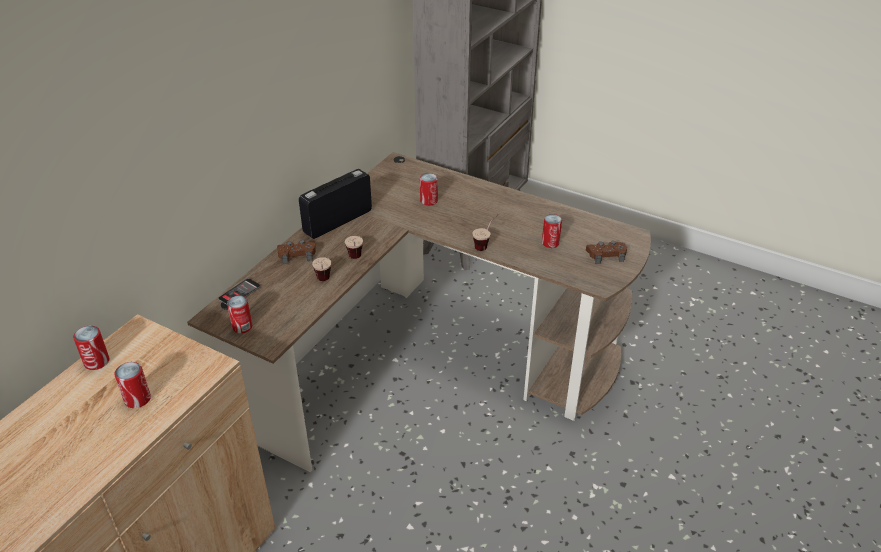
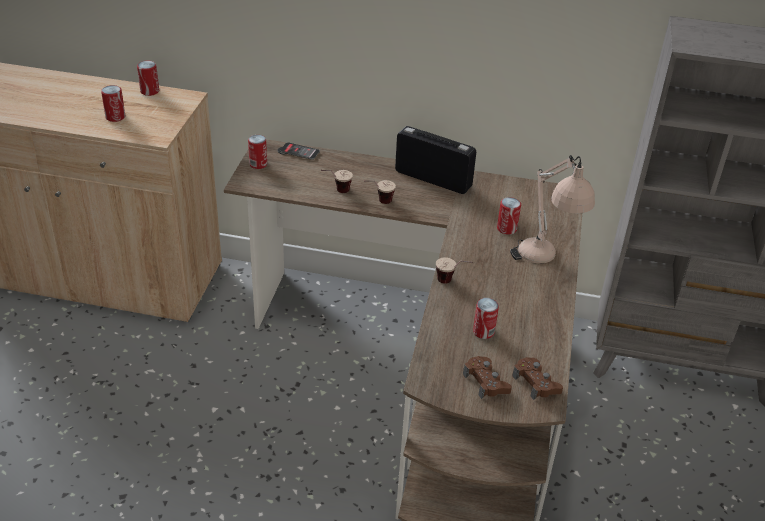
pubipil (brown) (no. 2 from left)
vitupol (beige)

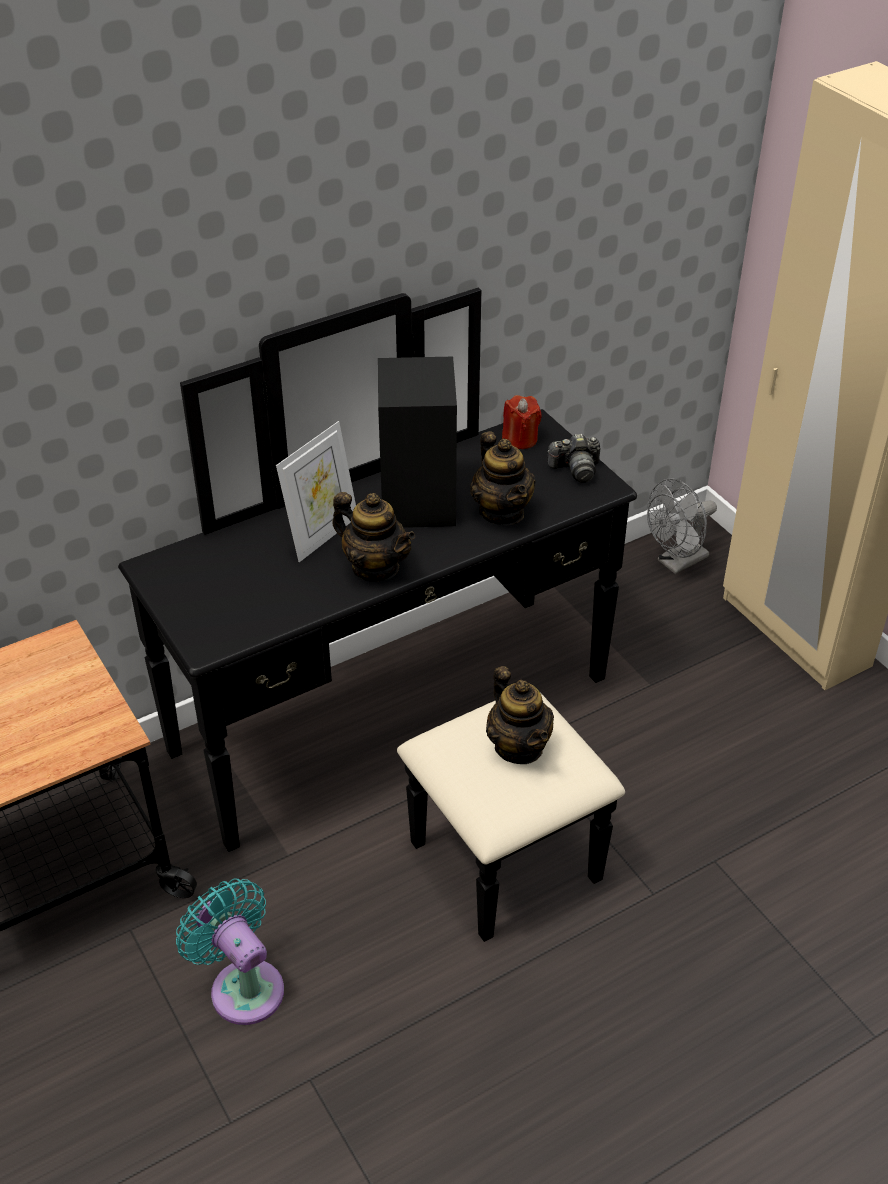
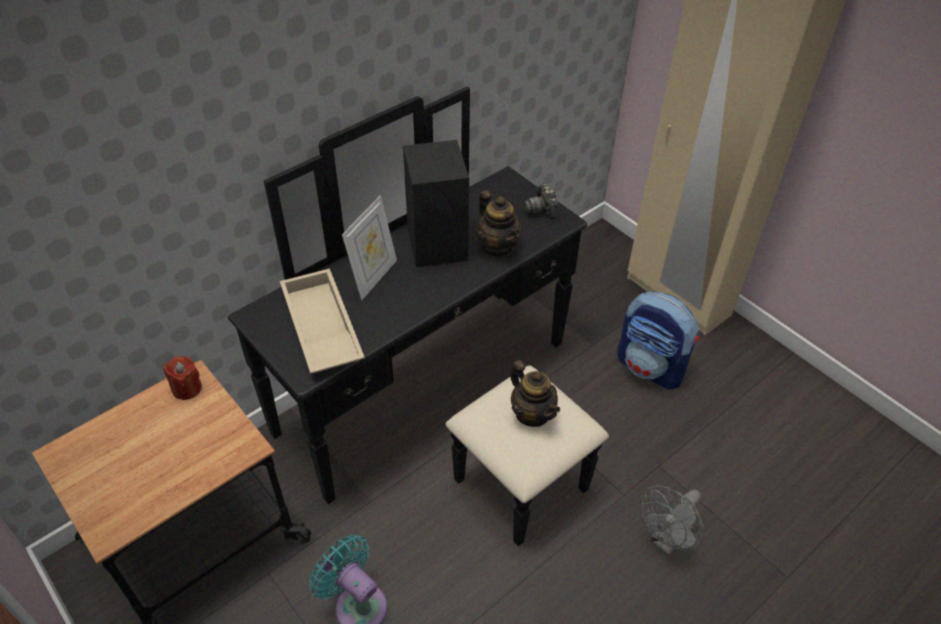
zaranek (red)
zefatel
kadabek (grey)
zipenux (no. 1 from left in the first image)
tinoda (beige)
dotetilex

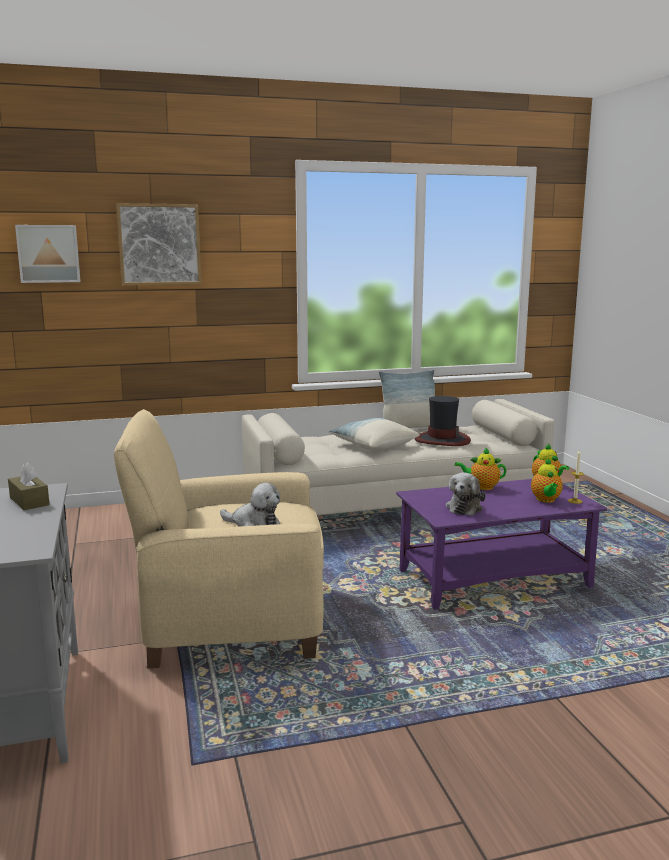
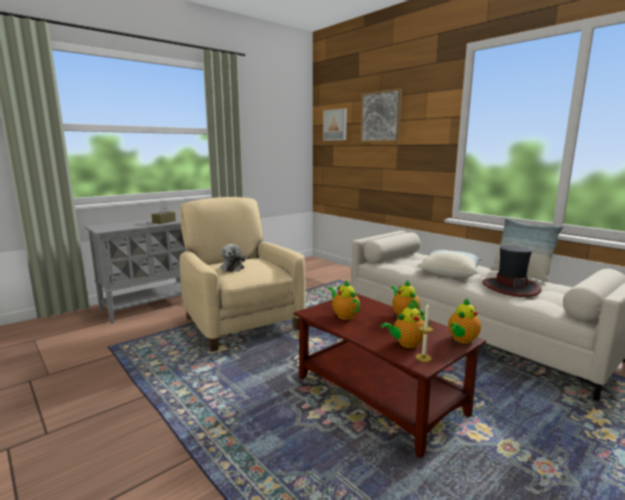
zipenux (no. 1 from left)
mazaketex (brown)

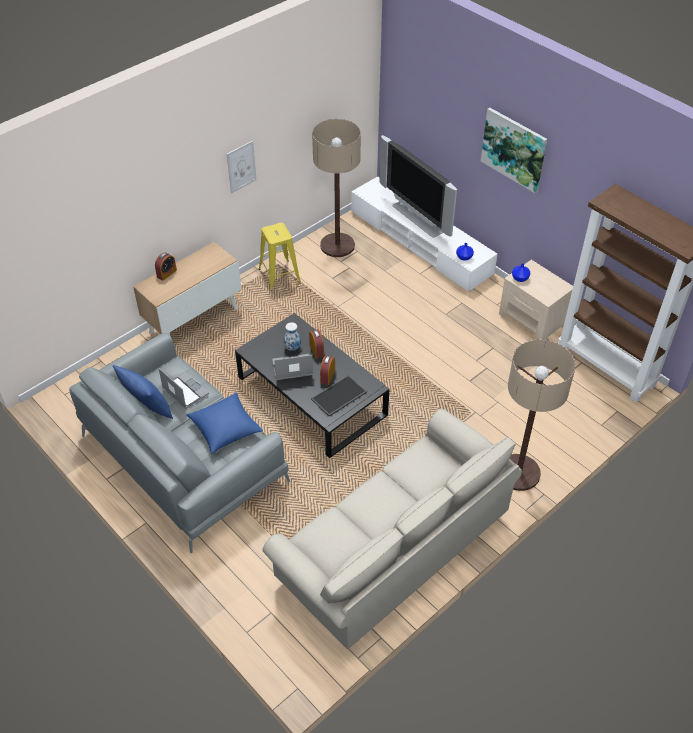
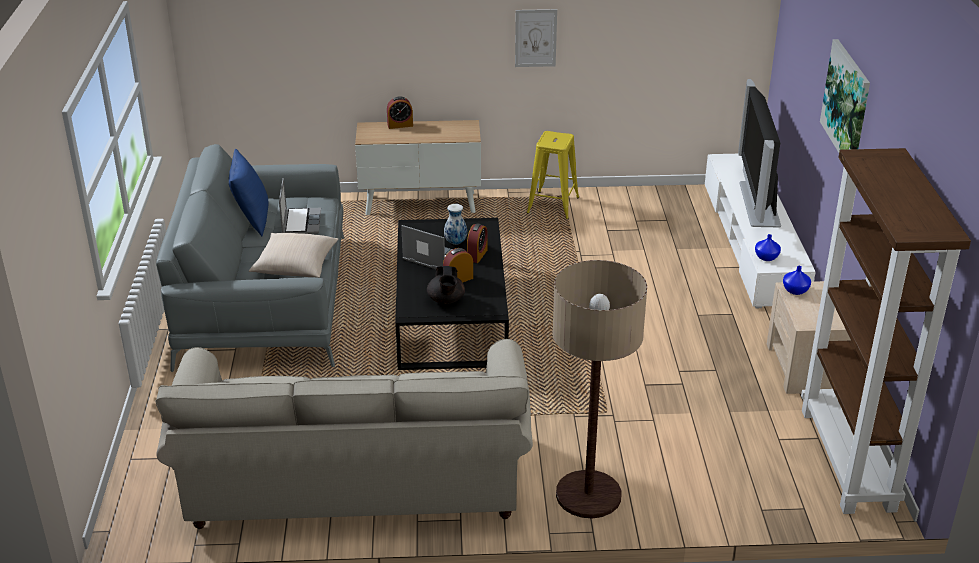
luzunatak (no. 1 from left in the first image)
zipenux (black)
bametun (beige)

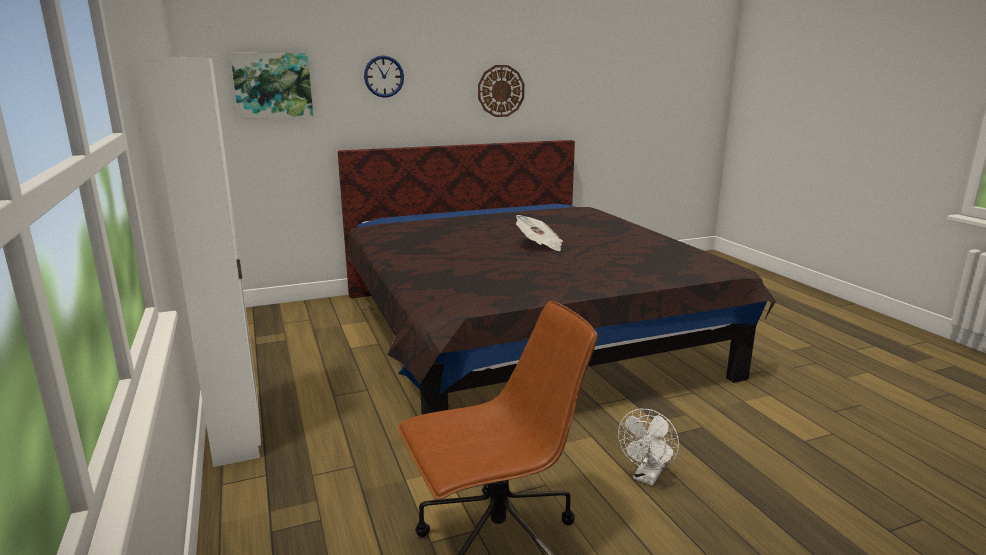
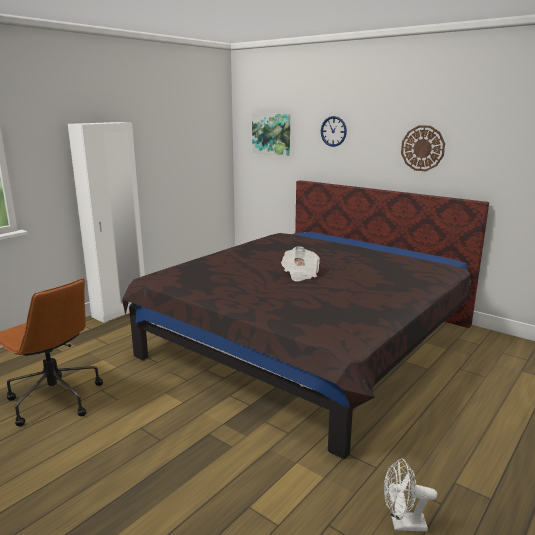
kadabek (white)

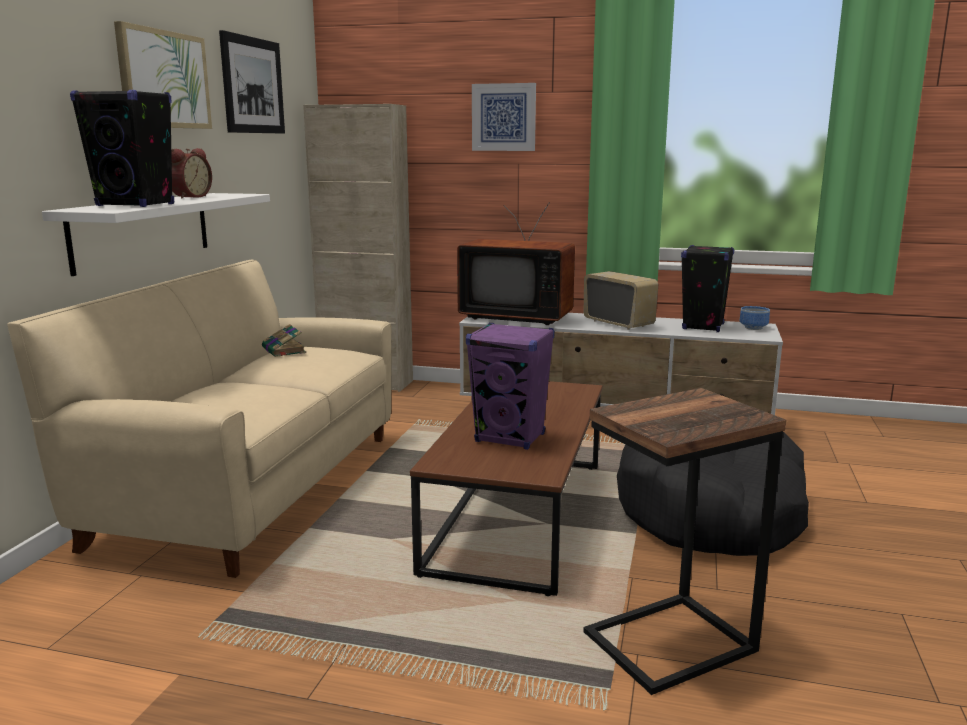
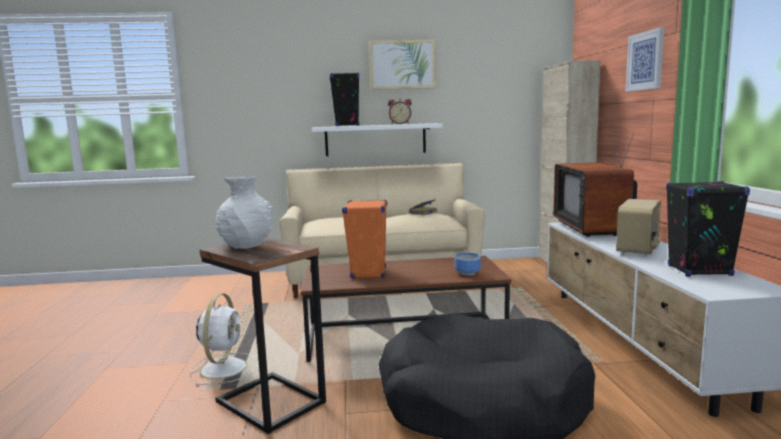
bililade (no. 2 from left in the first image)
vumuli
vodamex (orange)
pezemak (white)
kadabek (white)

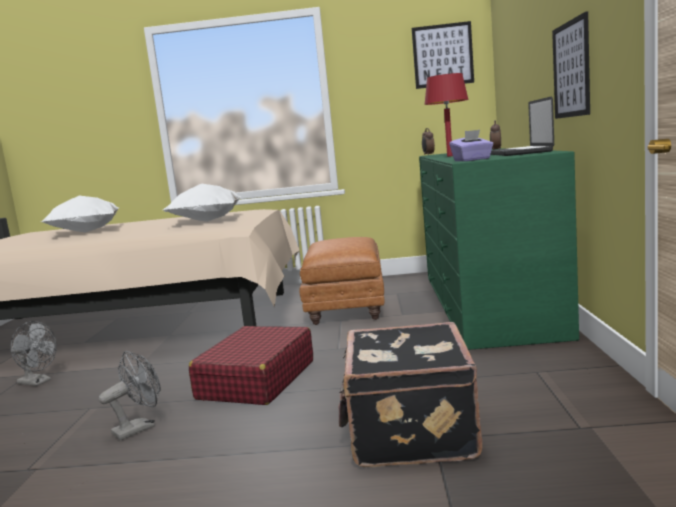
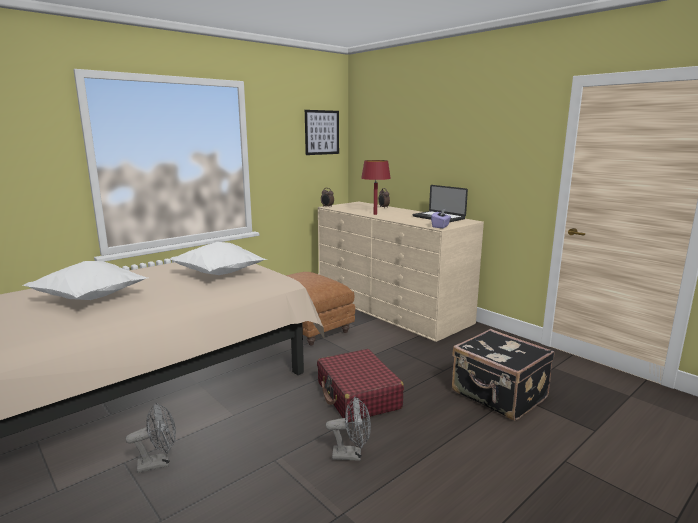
bililade (no. 2 from left in the first image)
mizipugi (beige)
kadabek (grey) (no. 2 from left)

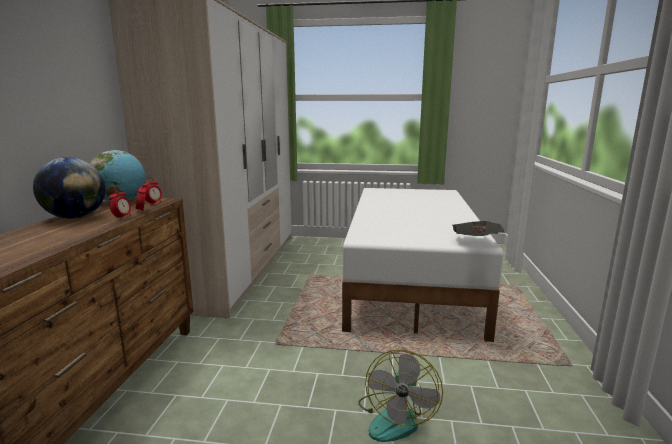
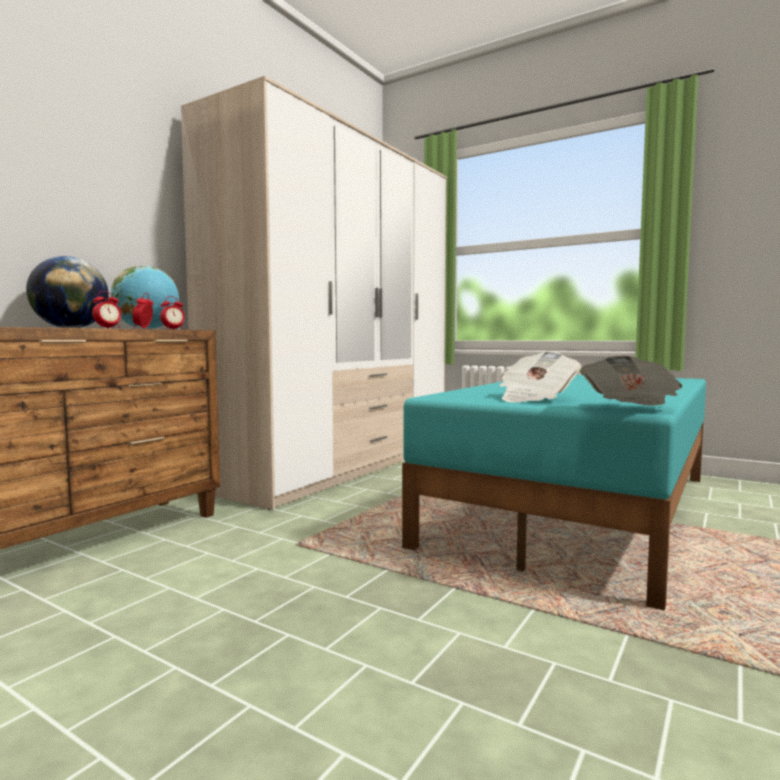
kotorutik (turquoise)
kadabek
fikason (no. 1 from left)

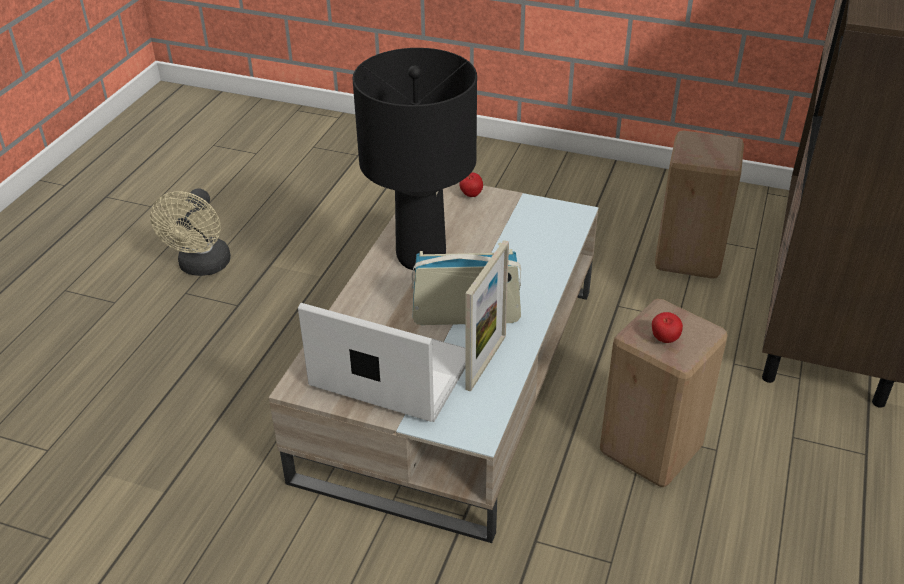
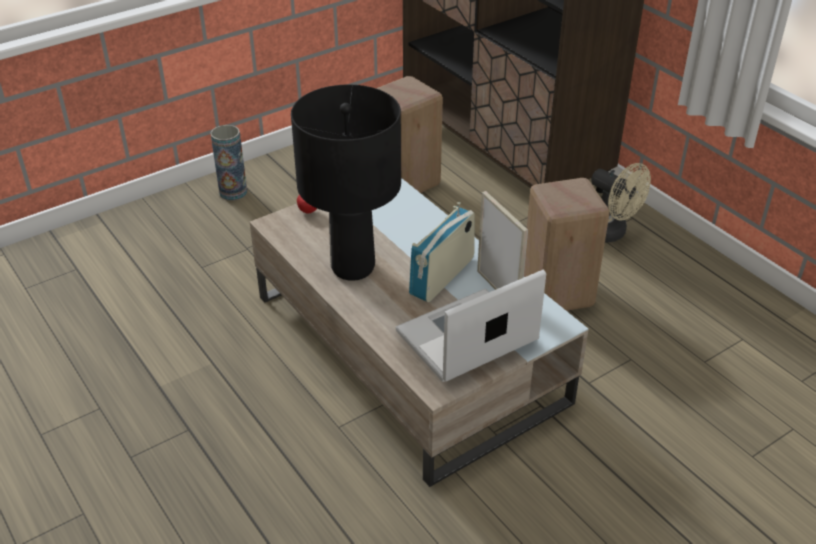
kadabek (beige)
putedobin (no. 2 from left in the first image)
pezemak

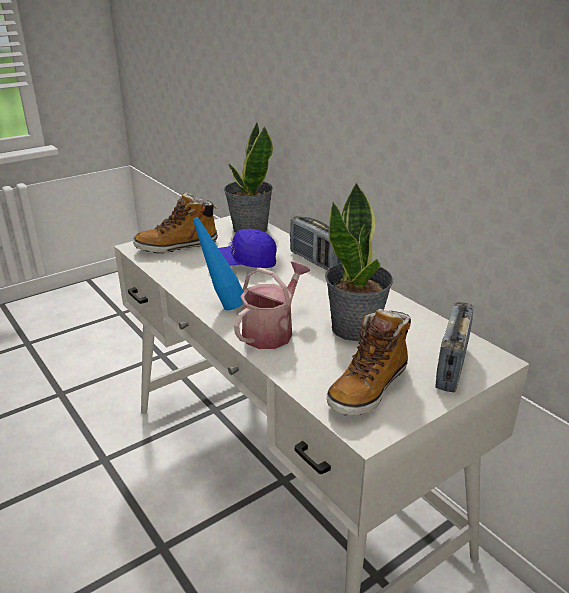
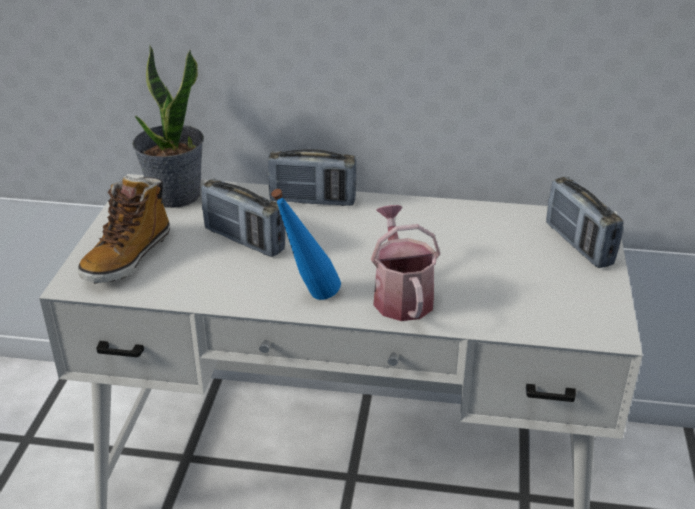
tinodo (no. 2 from left in the first image)
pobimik (no. 1 from left)
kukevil (no. 2 from left in the first image)

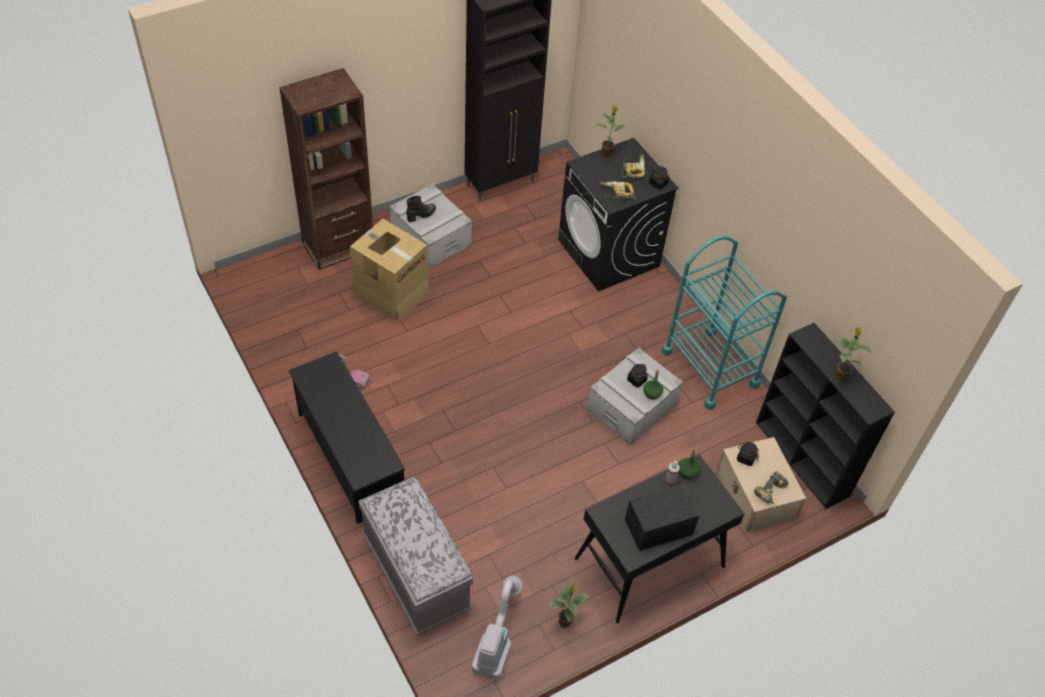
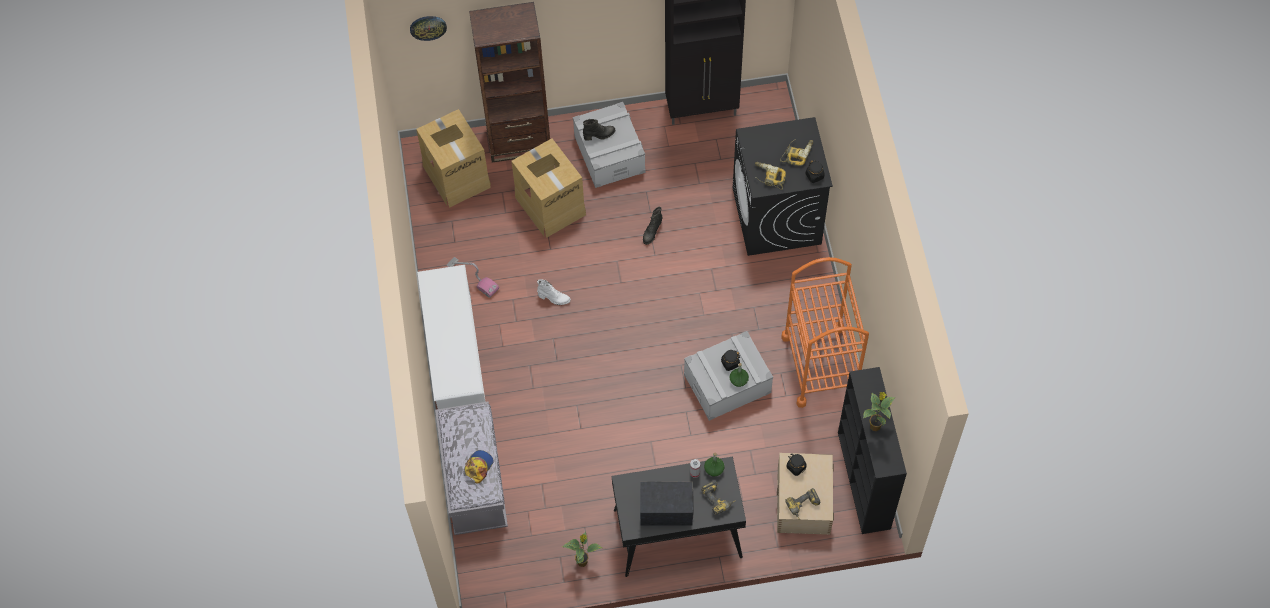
tinodo (no. 2 from left in the first image)
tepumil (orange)
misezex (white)
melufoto (no. 2 from left in the first image)
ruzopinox
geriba (no. 1 from left)
kukevil (black) (no. 2 from left)
kukevil (white)
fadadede
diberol (no. 1 from left)

